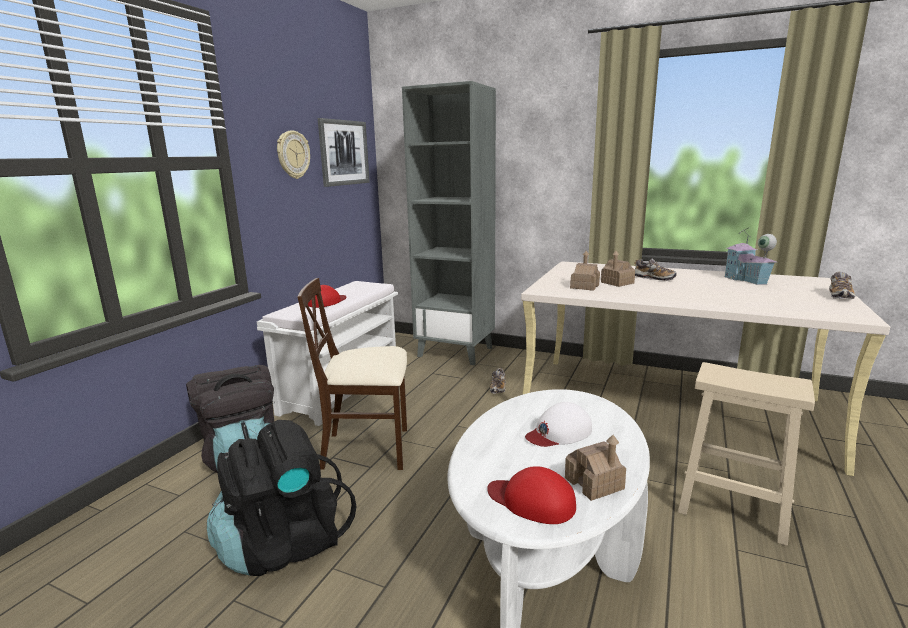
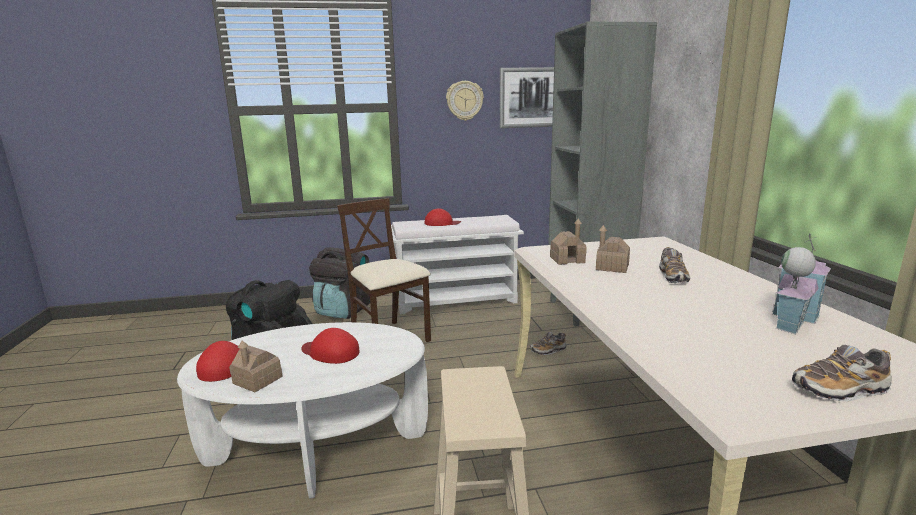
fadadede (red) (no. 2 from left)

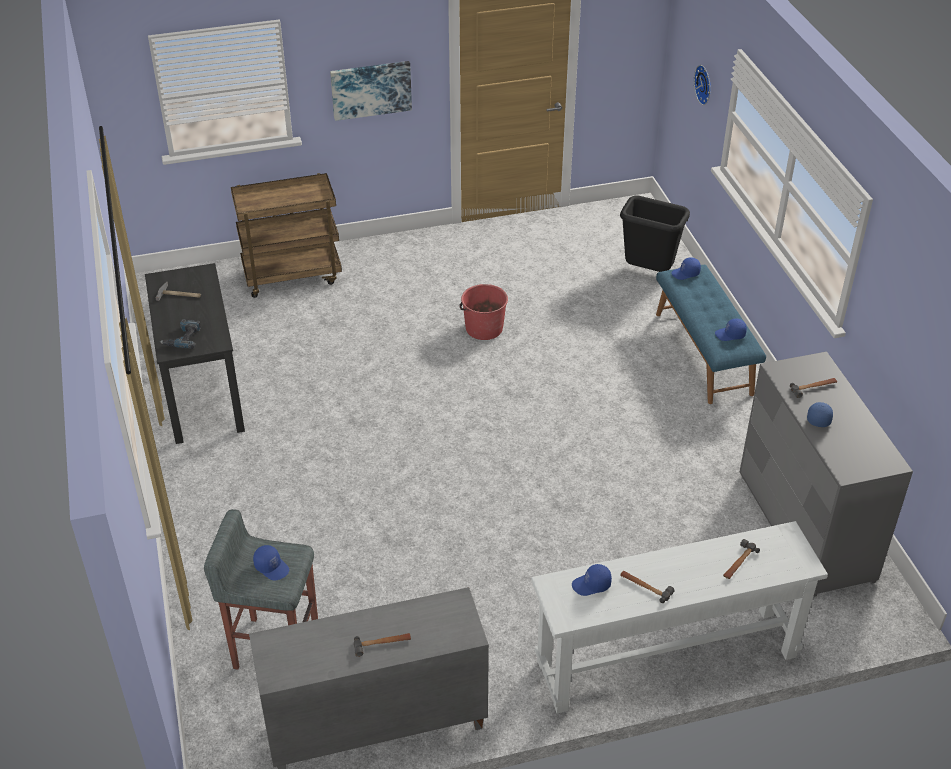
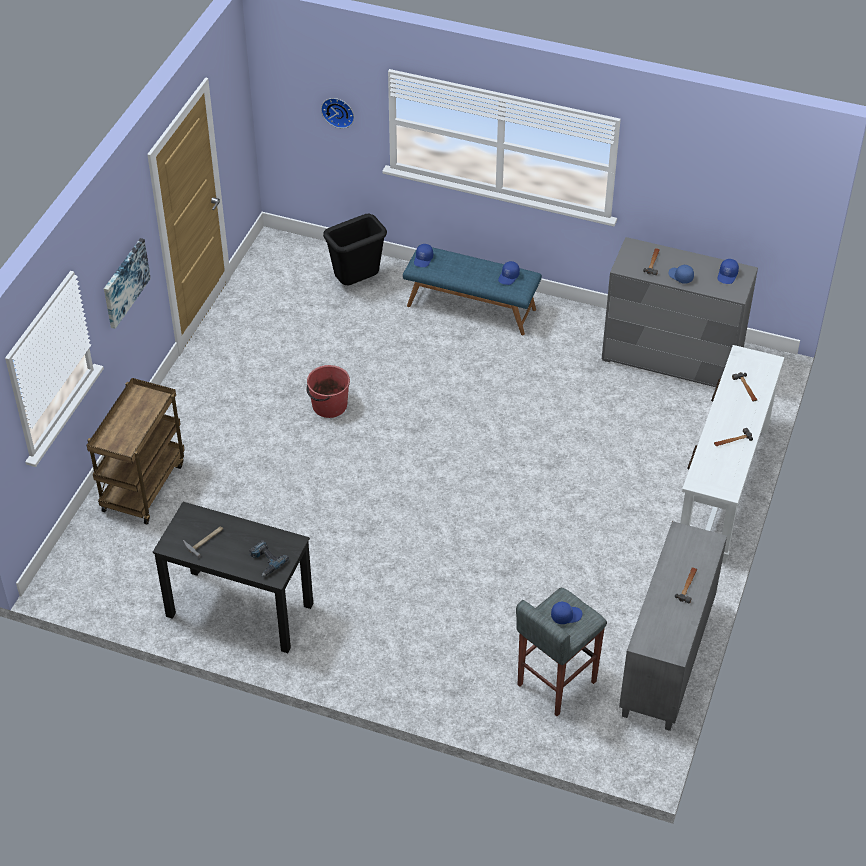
fadadede (blue) (no. 5 from left)

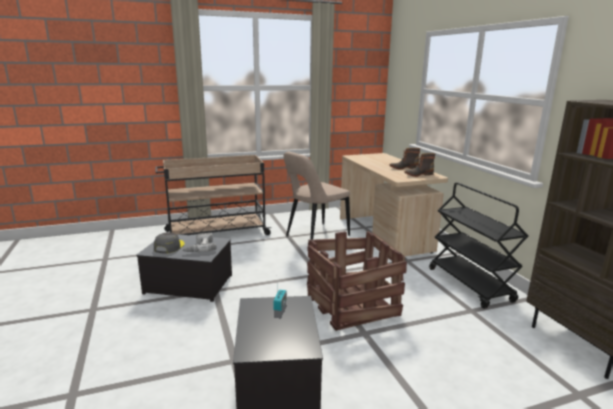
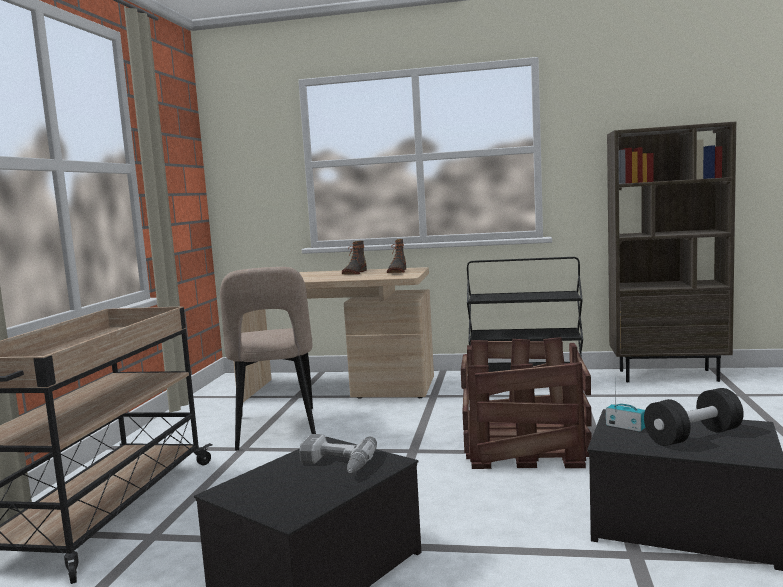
fadadede (grey)
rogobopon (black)

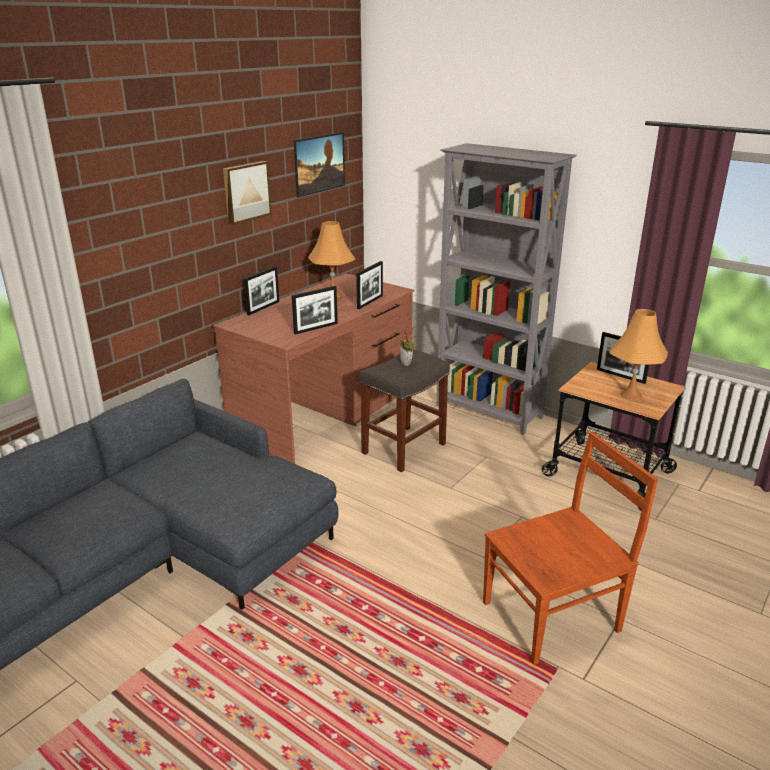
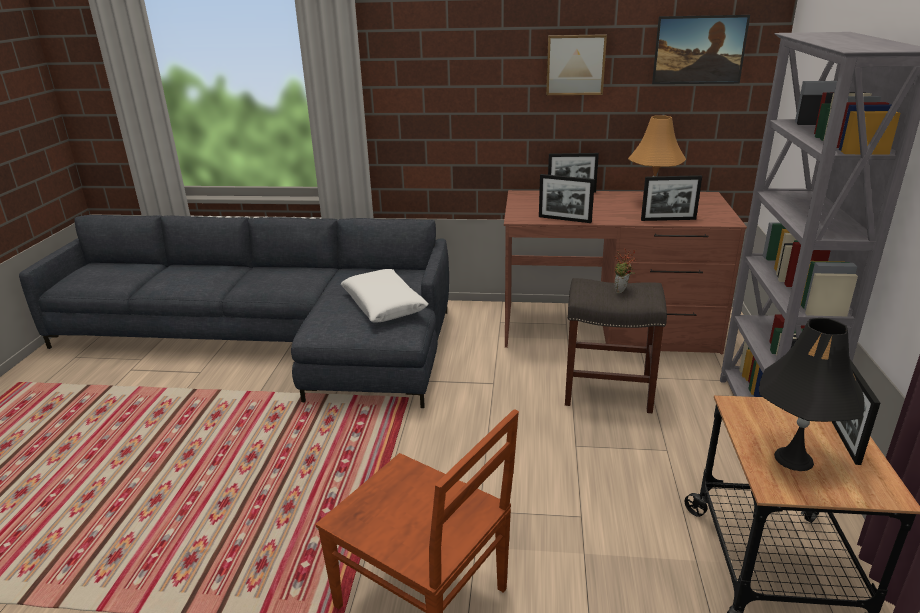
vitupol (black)
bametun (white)

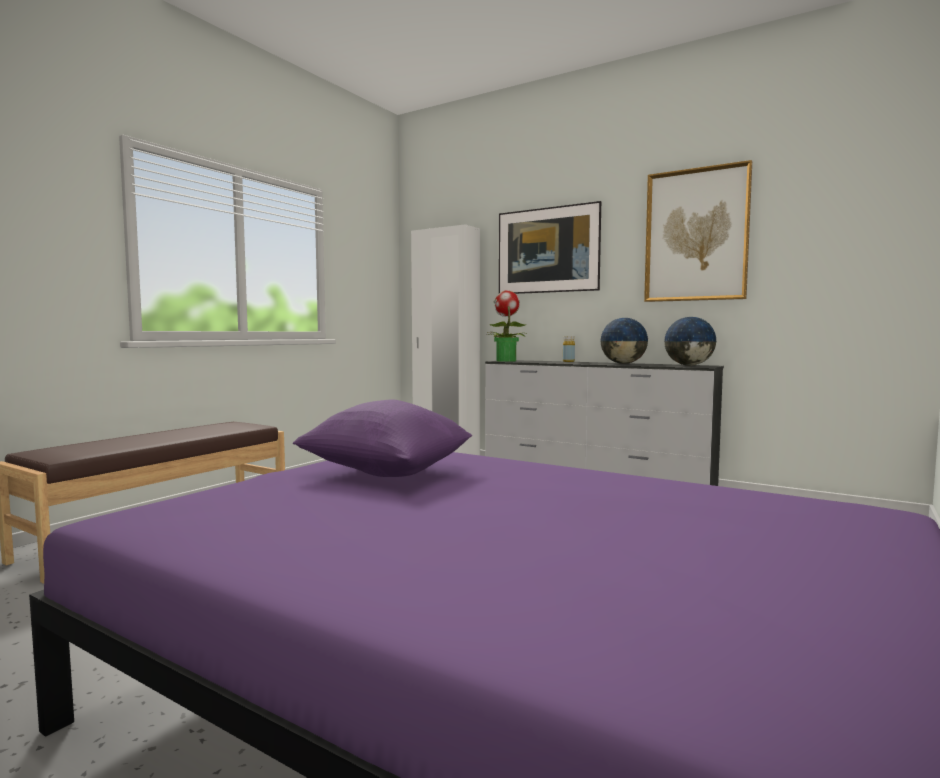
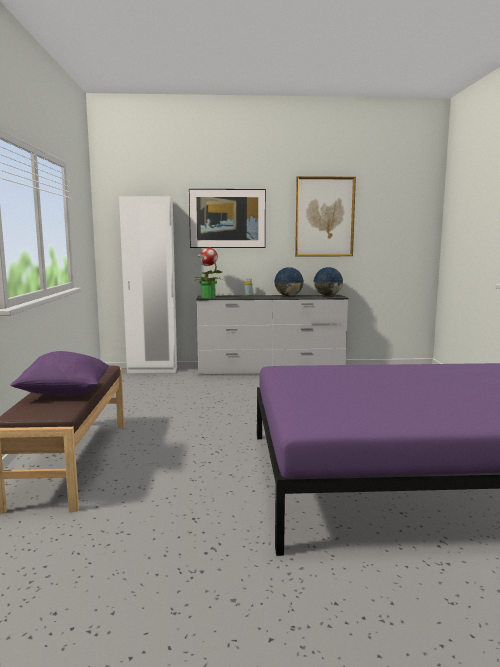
bametun (purple)

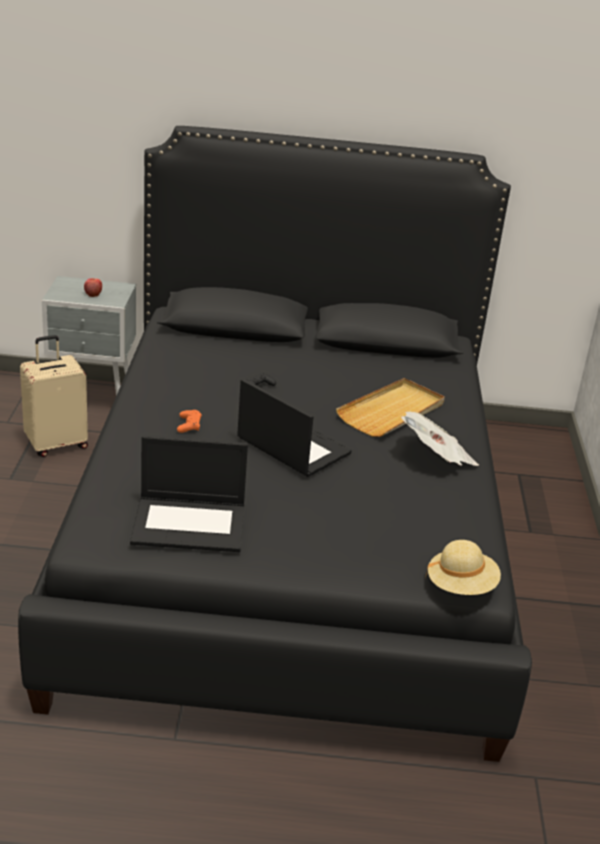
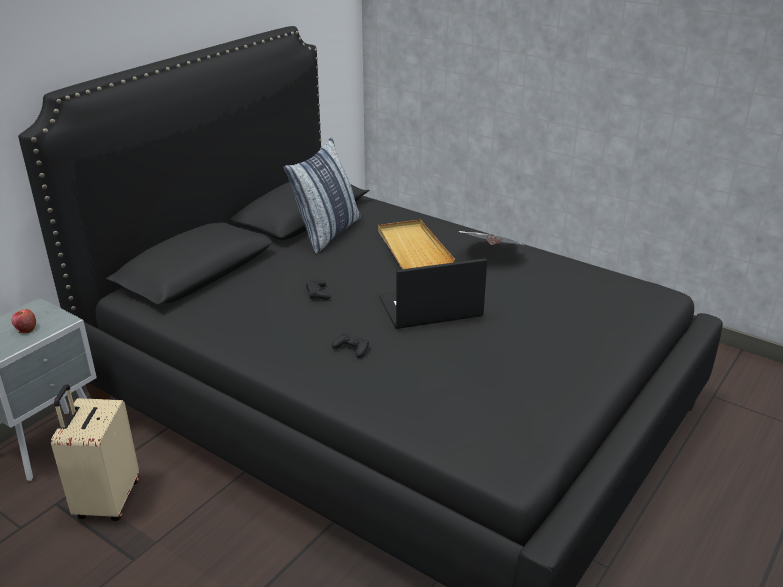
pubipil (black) (no. 2 from left)
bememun (no. 1 from left in the first image)
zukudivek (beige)
bametun

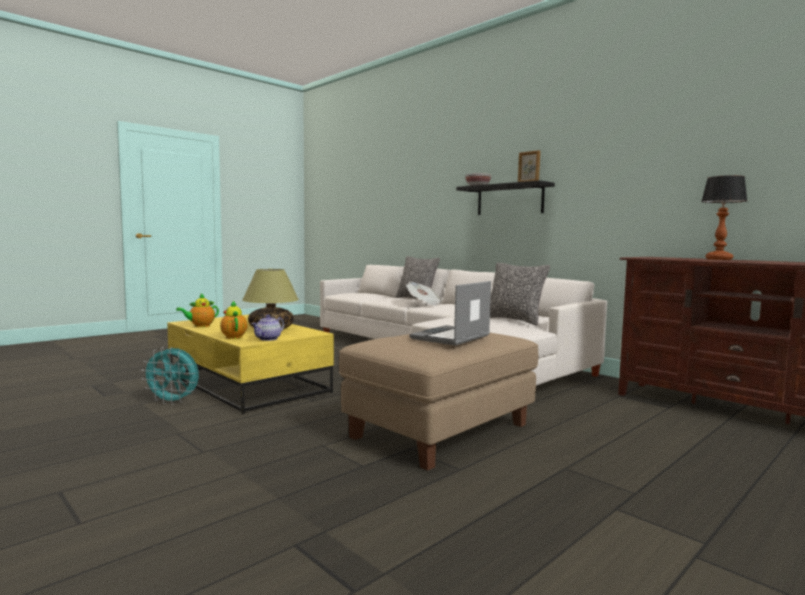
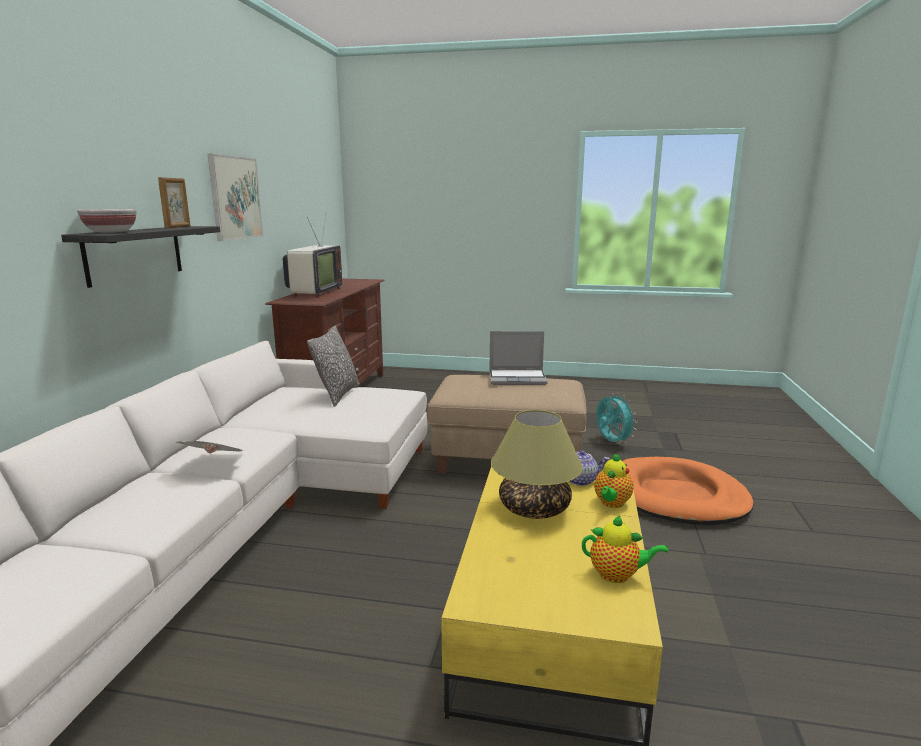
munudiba
bametun (no. 1 from left in the first image)
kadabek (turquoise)
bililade
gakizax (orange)

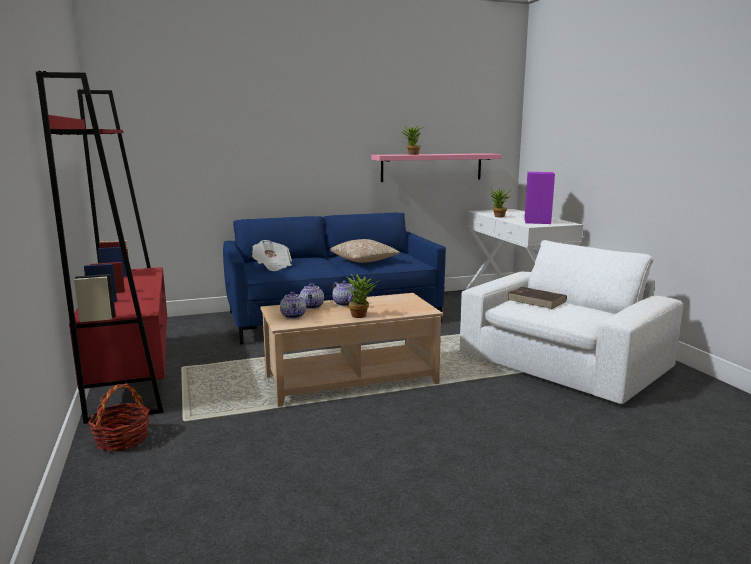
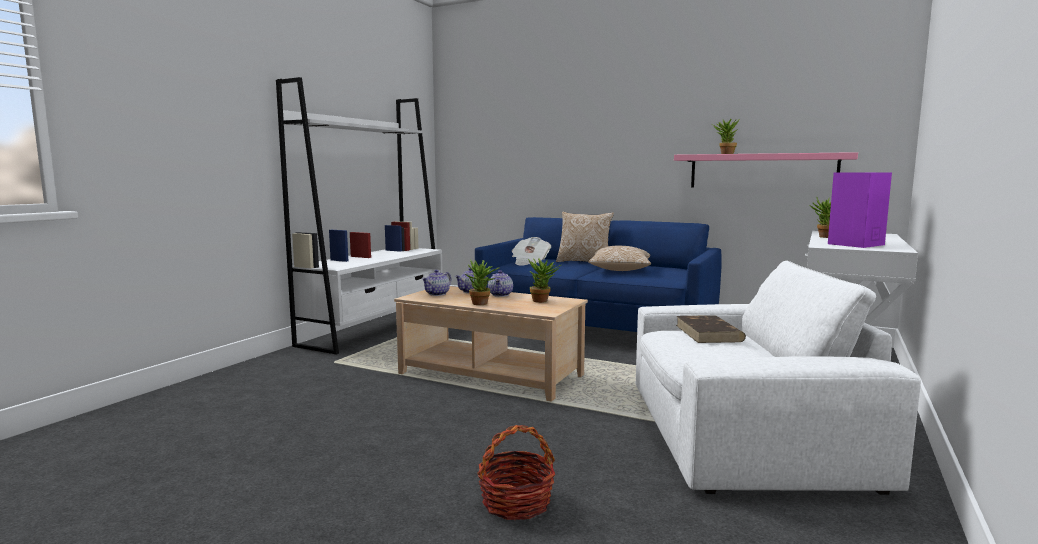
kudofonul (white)
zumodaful
bametun (no. 1 from left)
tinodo (no. 2 from left)

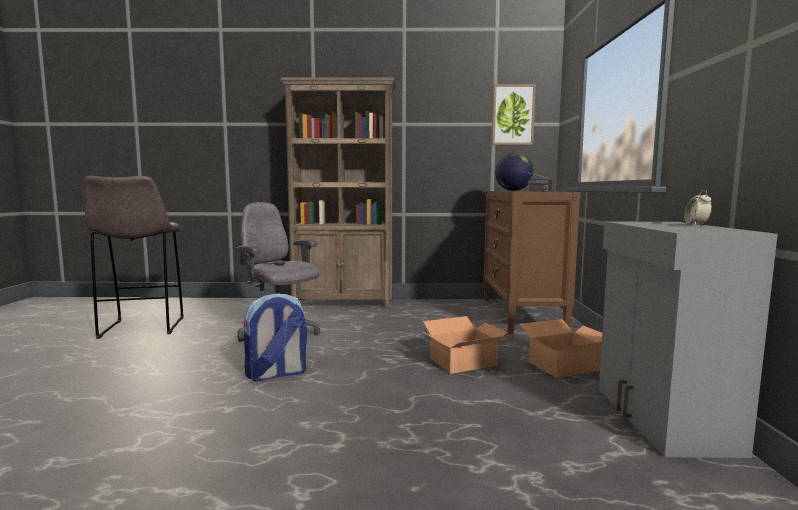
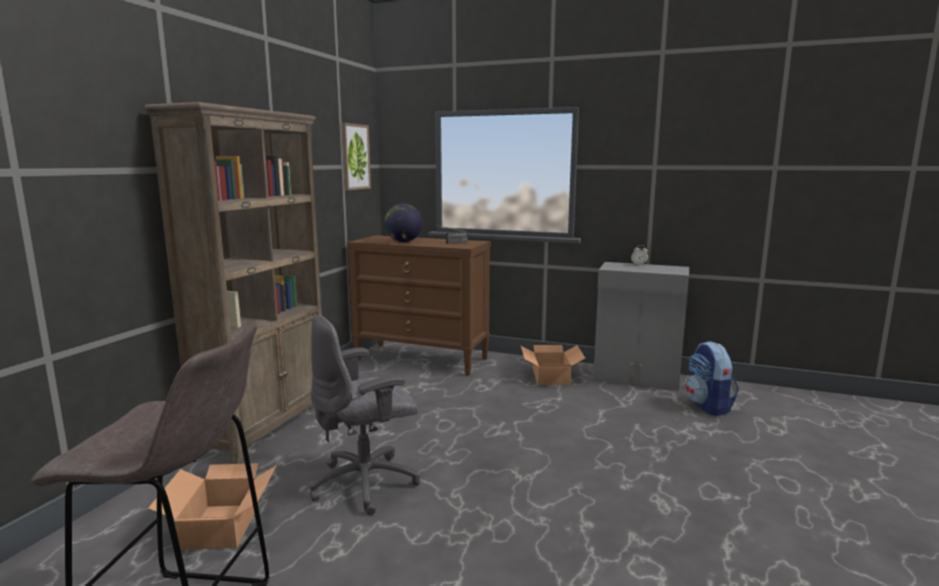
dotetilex
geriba (no. 1 from left)

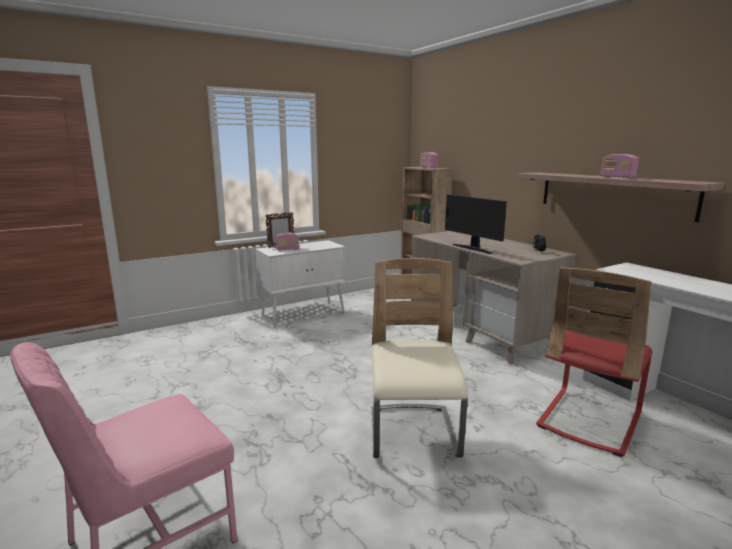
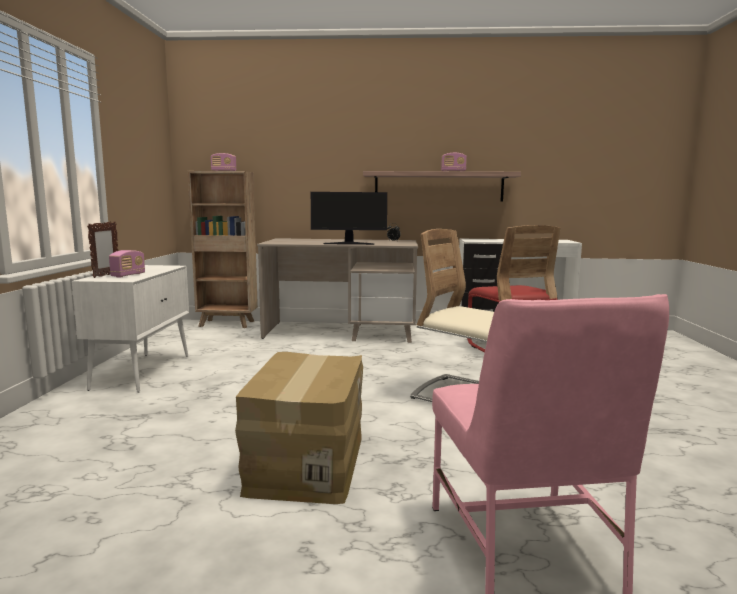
geriba

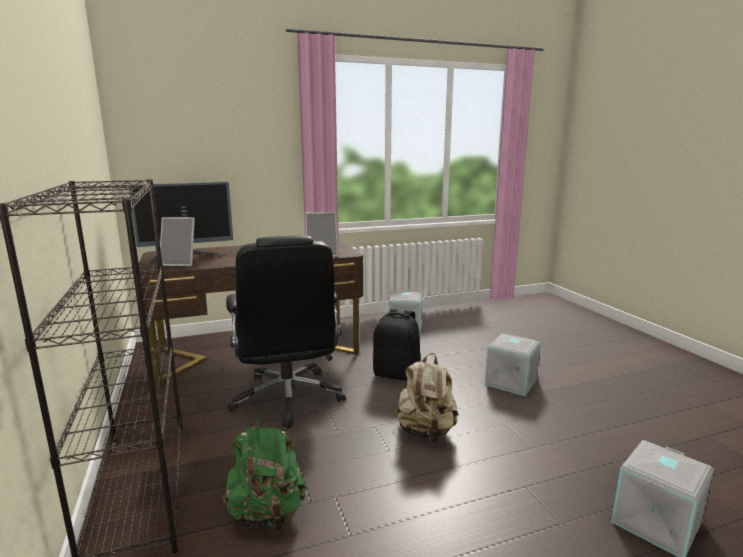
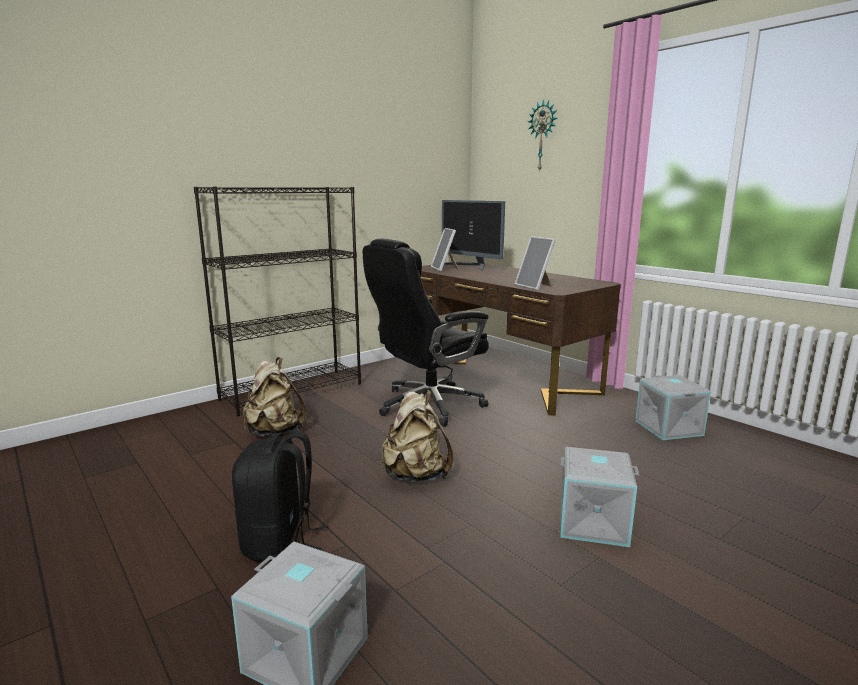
dotetilex (black)
dotetilex (beige) (no. 1 from left)
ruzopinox

